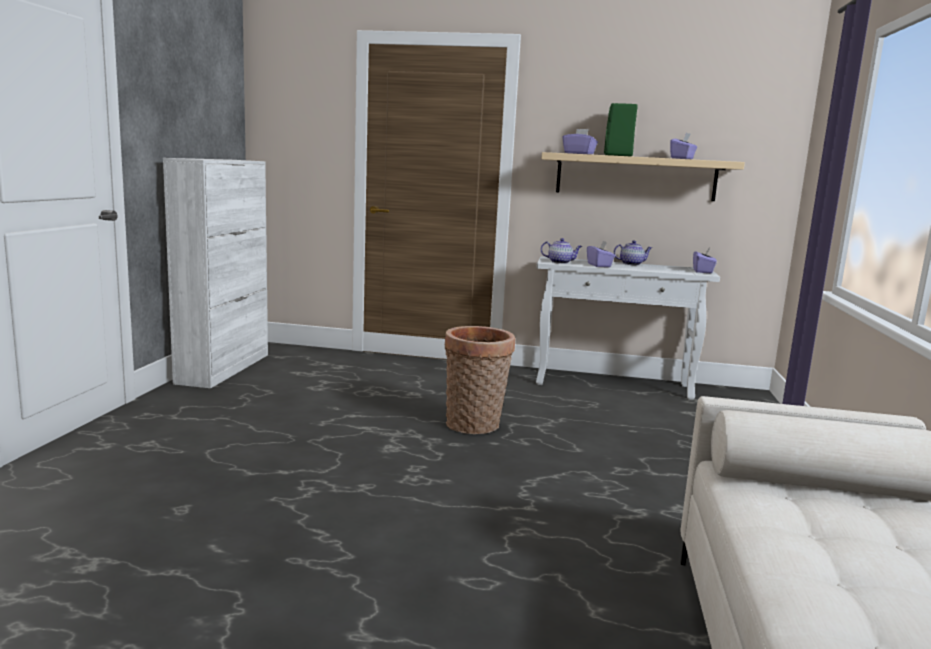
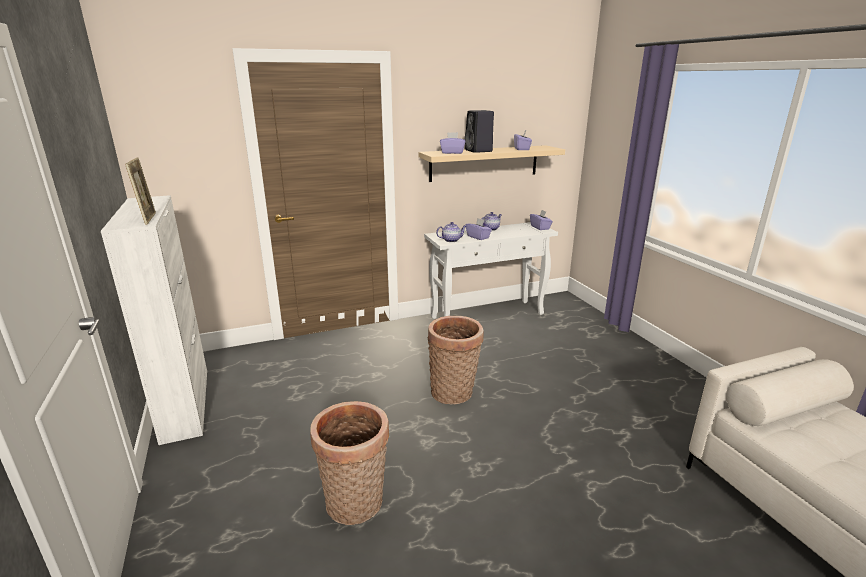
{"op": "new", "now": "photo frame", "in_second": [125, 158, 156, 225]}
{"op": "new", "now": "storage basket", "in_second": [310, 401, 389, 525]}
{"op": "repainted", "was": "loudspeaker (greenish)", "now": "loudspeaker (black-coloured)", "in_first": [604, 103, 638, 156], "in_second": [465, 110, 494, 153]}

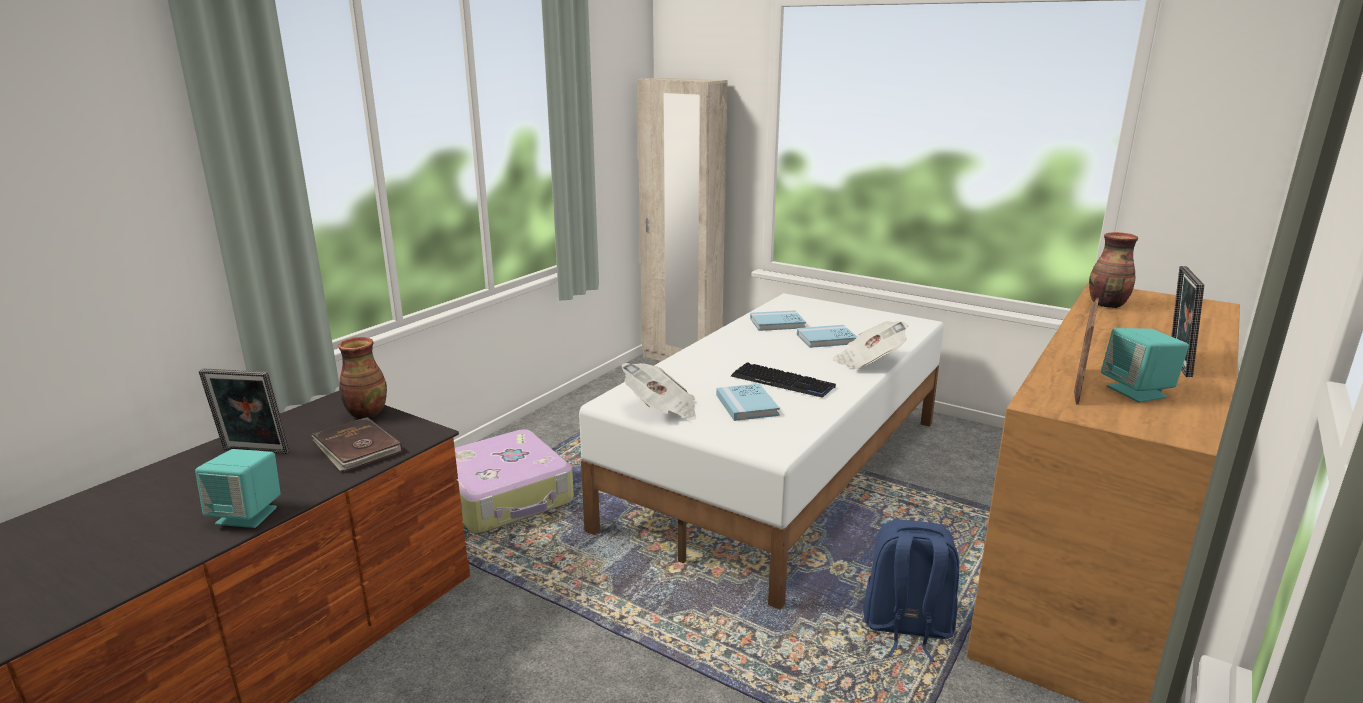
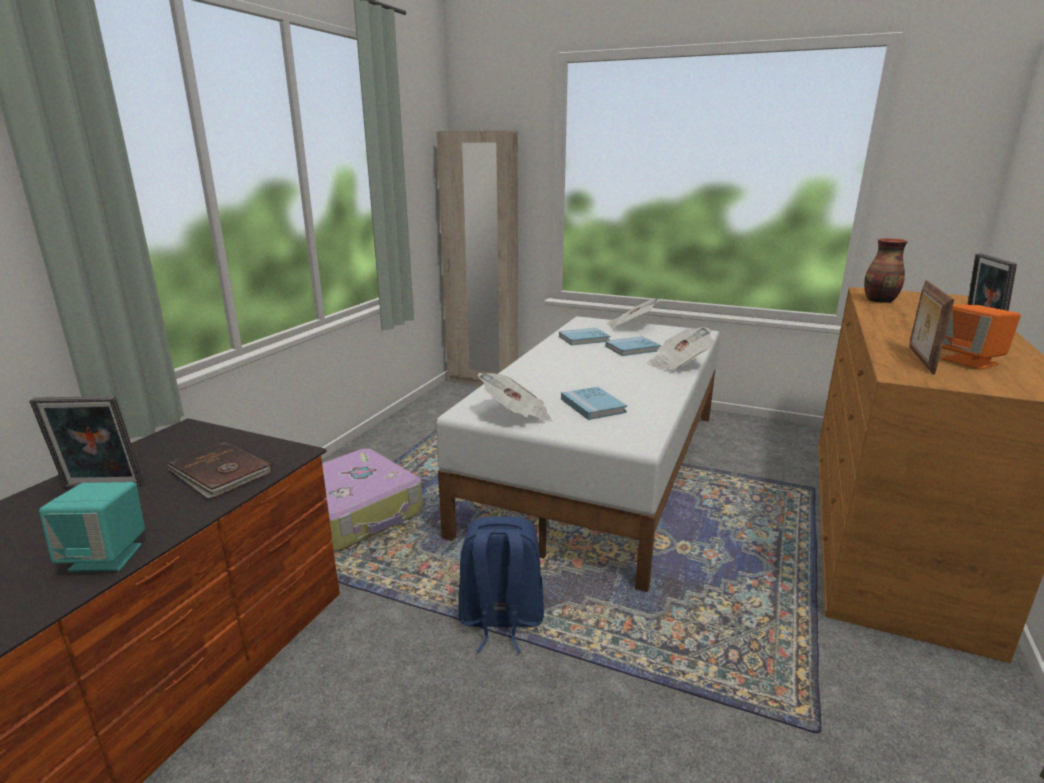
{"op": "gone", "was": "vase", "in_first": [338, 337, 387, 419]}
{"op": "gone", "was": "keyboard", "in_first": [731, 362, 836, 398]}
{"op": "new", "now": "daily paper", "in_second": [607, 299, 660, 328]}
{"op": "shifted", "was": "knapsack (blue-coloured)", "in_first": [863, 520, 959, 662], "in_second": [458, 516, 544, 653]}
{"op": "repainted", "was": "loudspeaker (turquoise-coloured)", "now": "loudspeaker (orangey)", "in_first": [1101, 328, 1189, 402], "in_second": [942, 304, 1021, 370]}

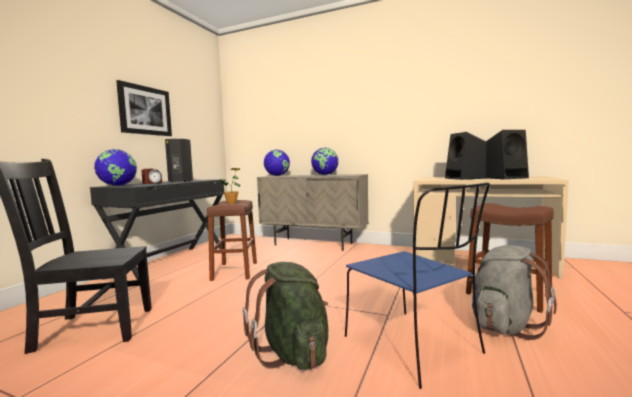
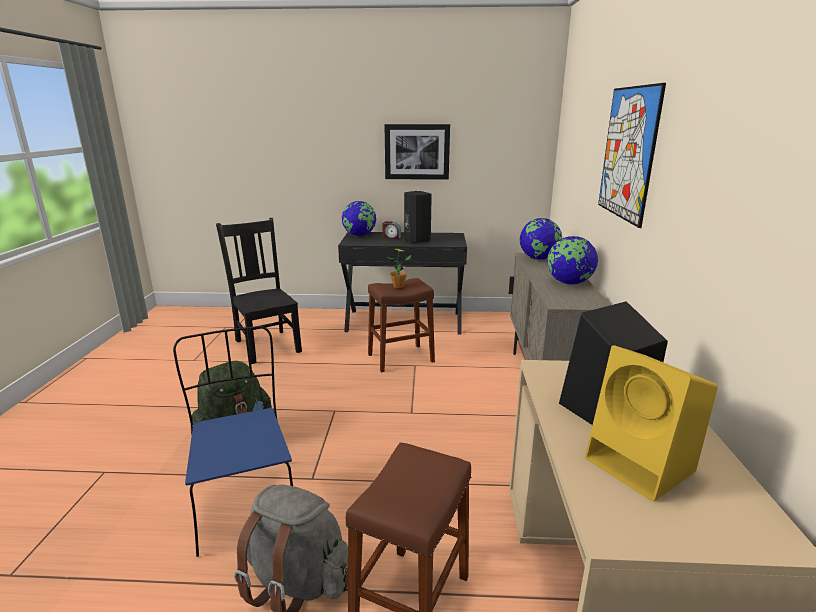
{"op": "new", "now": "wall art", "in_second": [598, 83, 666, 228]}
{"op": "repainted", "was": "loudspeaker (black-coloured)", "now": "loudspeaker (yellowish)", "in_first": [485, 130, 529, 179], "in_second": [585, 345, 718, 502]}
{"op": "rotated", "was": "plain chair (blue-coloured)", "in_first": [345, 183, 490, 389], "in_second": [173, 326, 293, 557], "clockwise": 120}

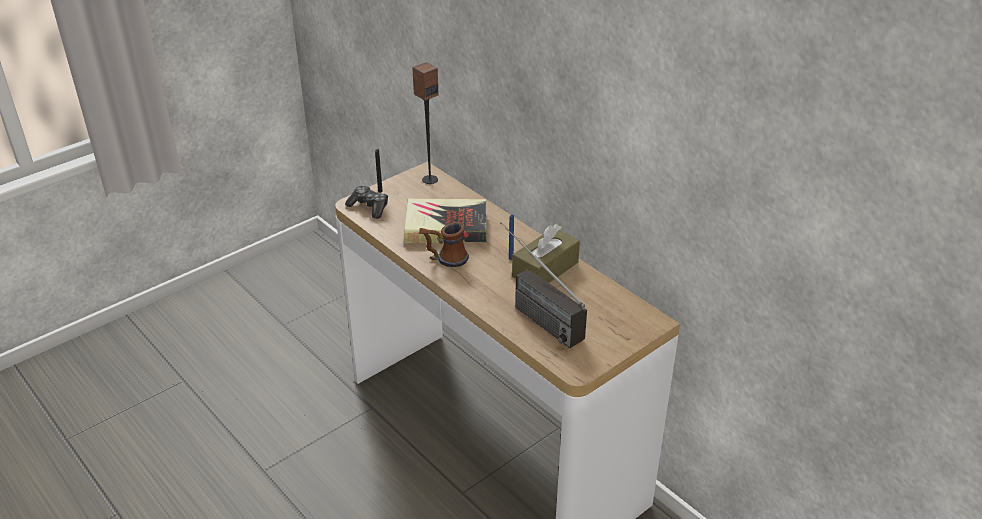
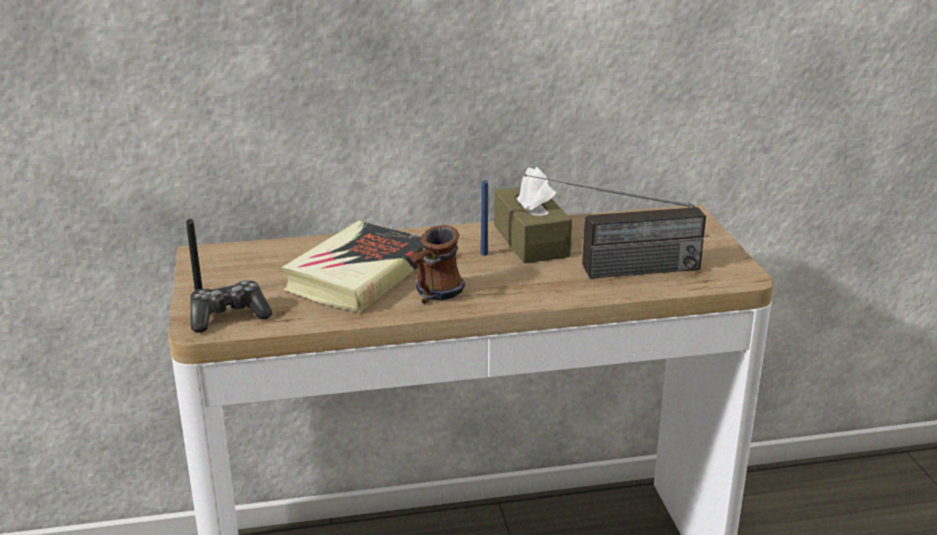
{"op": "gone", "was": "loudspeaker", "in_first": [412, 62, 439, 184]}

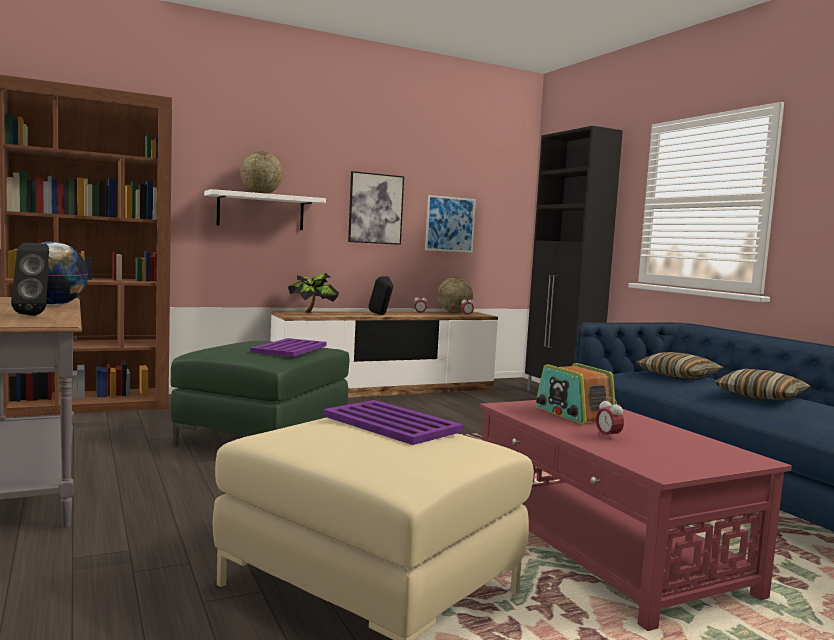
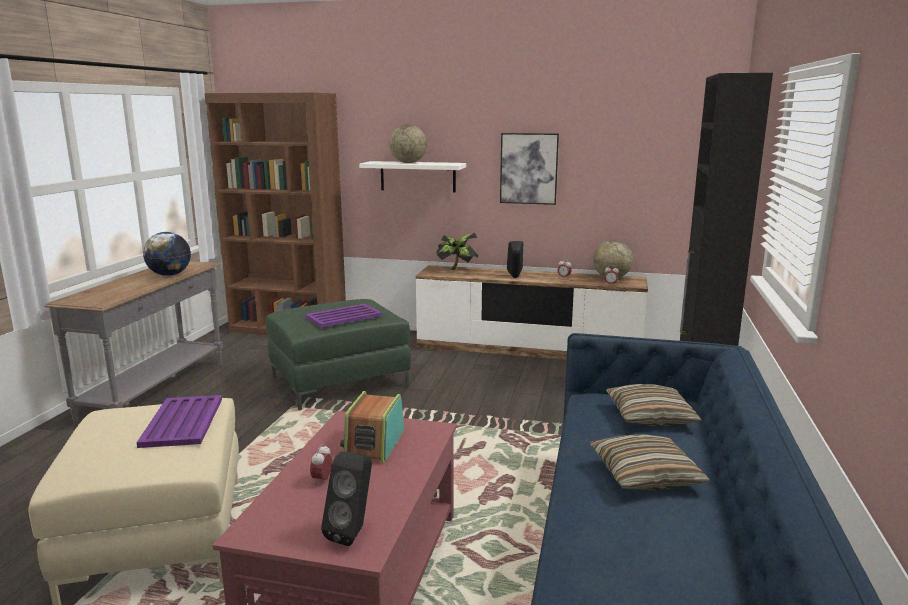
{"op": "gone", "was": "wall art", "in_first": [425, 195, 476, 253]}
{"op": "shifted", "was": "loudspeaker (black-coloured)", "in_first": [11, 243, 49, 316], "in_second": [321, 452, 372, 546]}

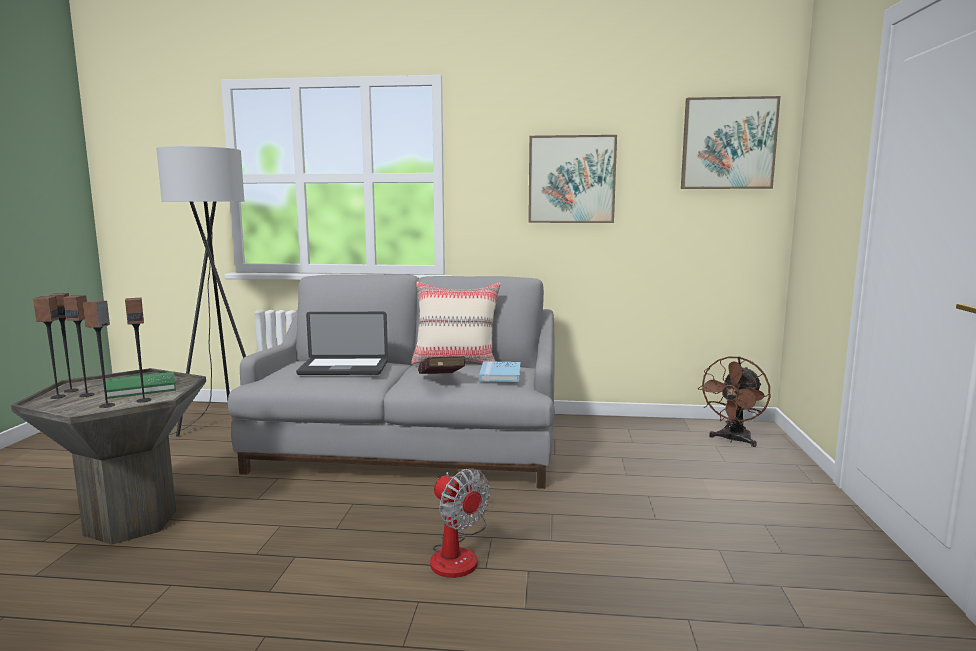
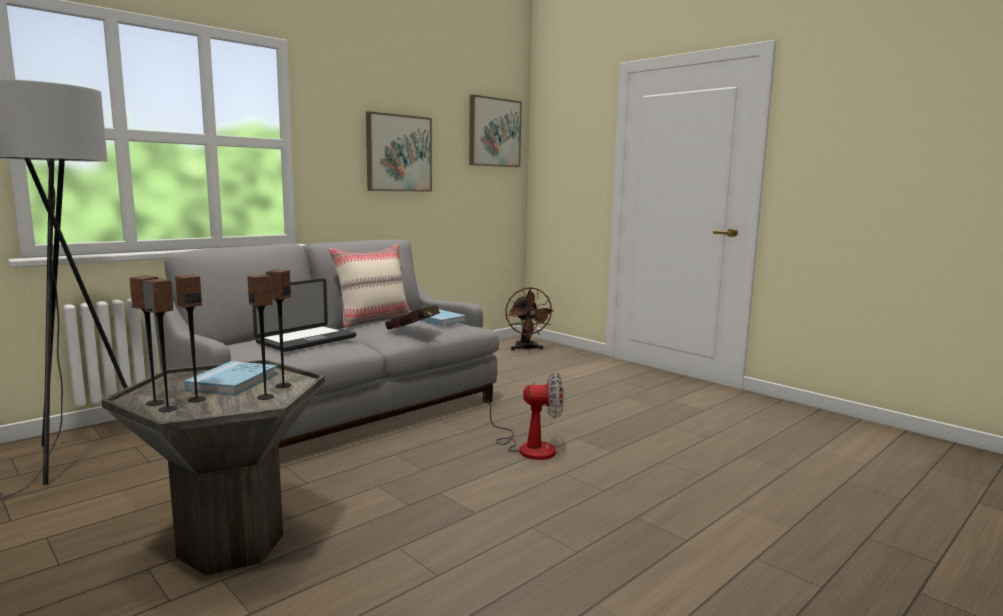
{"op": "repainted", "was": "volume (greenish)", "now": "volume (blue-coloured)", "in_first": [106, 372, 176, 399], "in_second": [184, 361, 278, 396]}

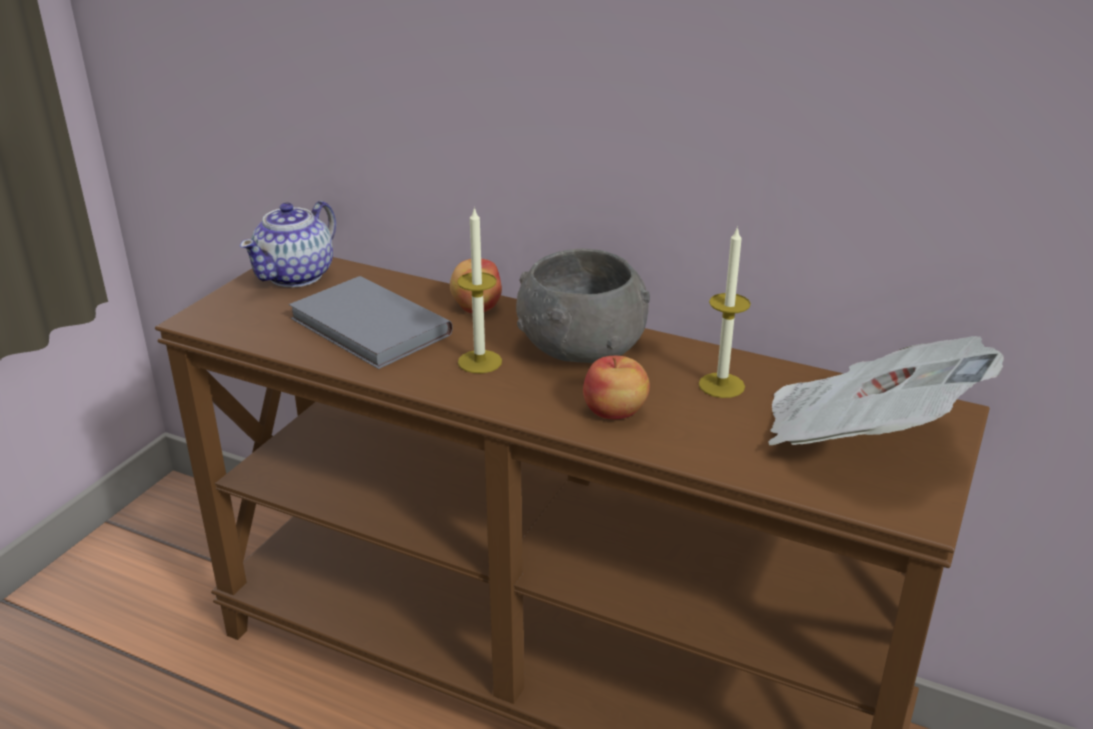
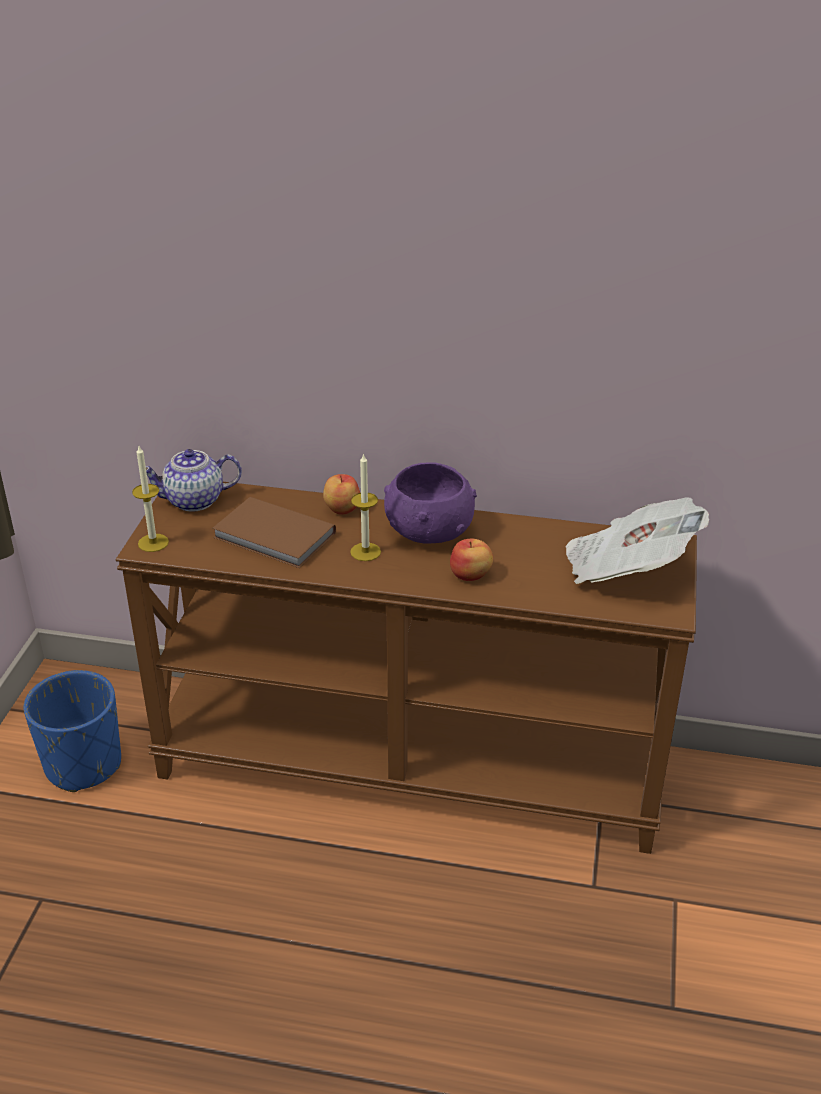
{"op": "new", "now": "plant pot (blue-coloured)", "in_second": [24, 670, 121, 792]}
{"op": "shifted", "was": "wax candle", "in_first": [699, 226, 751, 398], "in_second": [132, 446, 169, 552]}
{"op": "repainted", "was": "volume (grey)", "now": "volume (brown)", "in_first": [289, 276, 453, 369], "in_second": [212, 497, 336, 568]}
{"op": "repainted", "was": "deep dish (grey)", "now": "deep dish (purplish)", "in_first": [516, 249, 650, 363], "in_second": [384, 463, 477, 544]}
{"op": "rotated", "was": "pot for tea", "in_first": [240, 201, 336, 287], "in_second": [146, 449, 242, 512], "clockwise": 60}

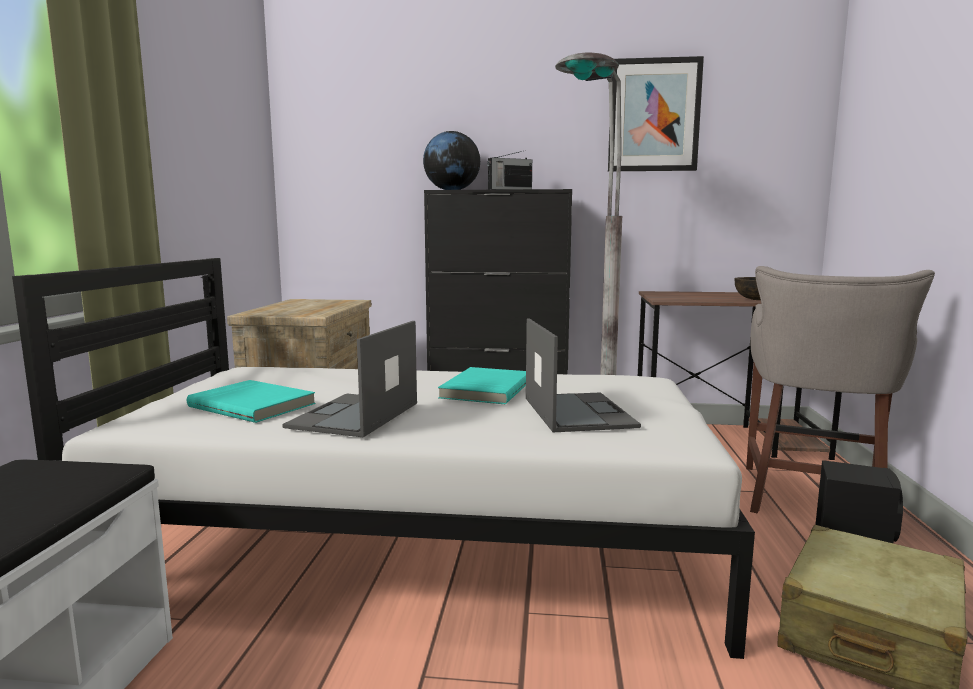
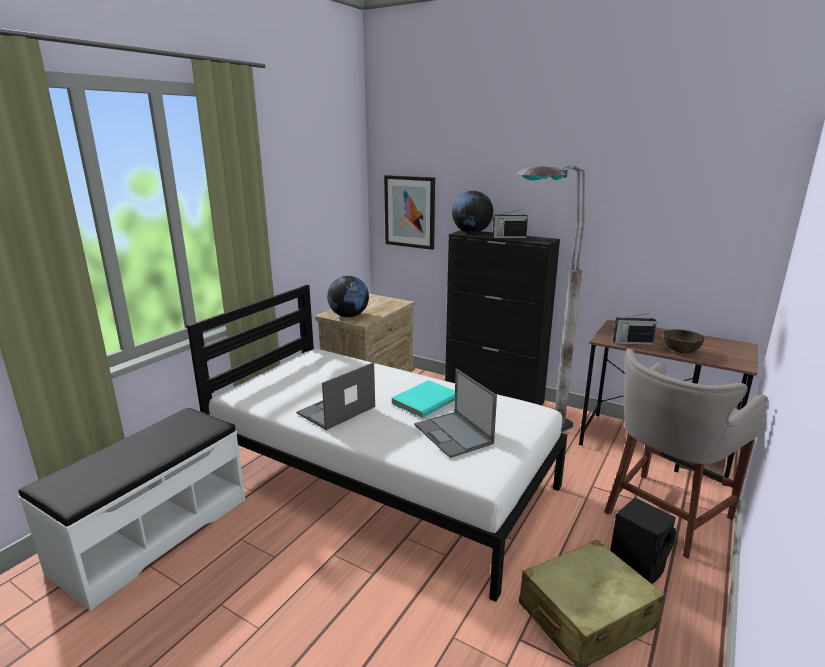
{"op": "gone", "was": "volume (turquoise-coloured)", "in_first": [187, 380, 316, 423]}
{"op": "new", "now": "globe", "in_second": [327, 276, 369, 317]}
{"op": "new", "now": "radio", "in_second": [613, 313, 657, 345]}
{"op": "shifted", "was": "wall art", "in_first": [608, 56, 704, 171], "in_second": [384, 175, 435, 250]}
{"op": "rotated", "was": "notebook computer", "in_first": [526, 318, 641, 432], "in_second": [414, 369, 497, 458], "clockwise": 135}

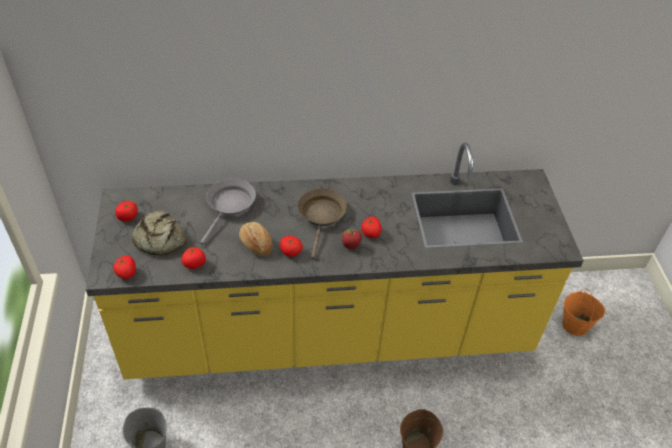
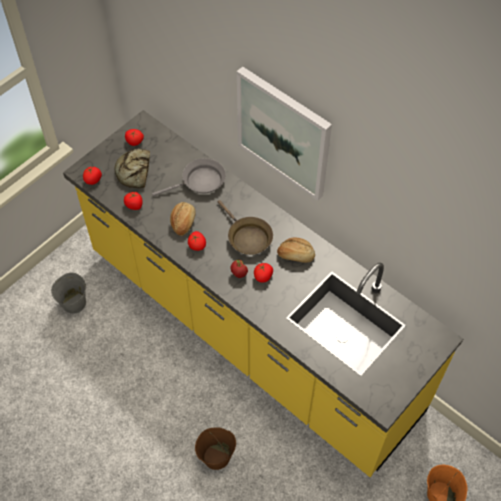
{"op": "new", "now": "wall art", "in_second": [237, 67, 332, 201]}
{"op": "new", "now": "bread", "in_second": [277, 237, 315, 263]}
{"op": "rotated", "was": "skillet (brown)", "in_first": [298, 188, 347, 259], "in_second": [218, 200, 273, 255], "clockwise": 90}

